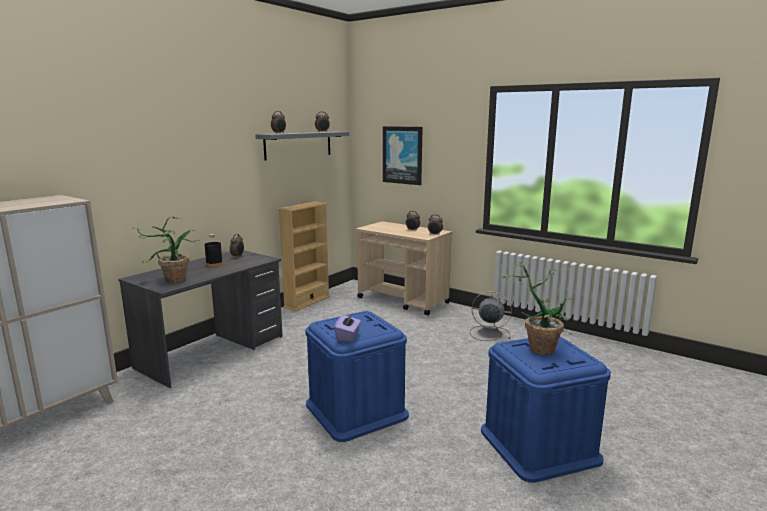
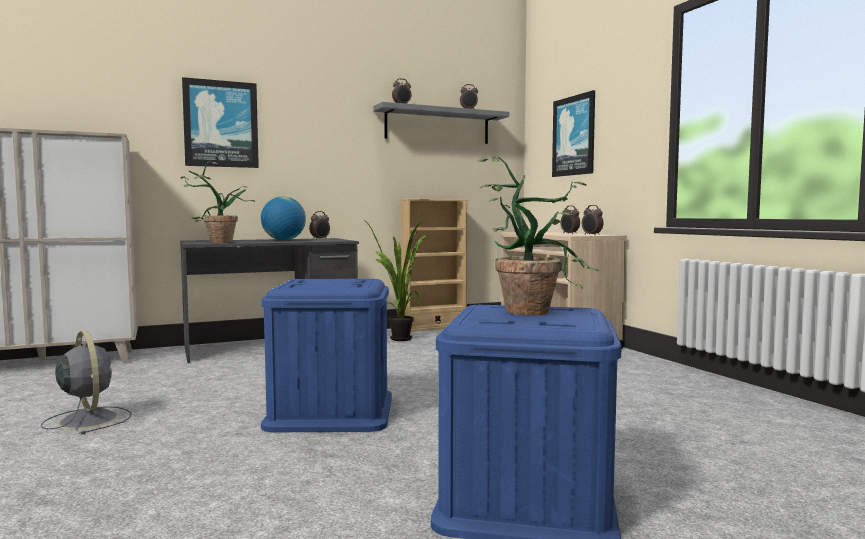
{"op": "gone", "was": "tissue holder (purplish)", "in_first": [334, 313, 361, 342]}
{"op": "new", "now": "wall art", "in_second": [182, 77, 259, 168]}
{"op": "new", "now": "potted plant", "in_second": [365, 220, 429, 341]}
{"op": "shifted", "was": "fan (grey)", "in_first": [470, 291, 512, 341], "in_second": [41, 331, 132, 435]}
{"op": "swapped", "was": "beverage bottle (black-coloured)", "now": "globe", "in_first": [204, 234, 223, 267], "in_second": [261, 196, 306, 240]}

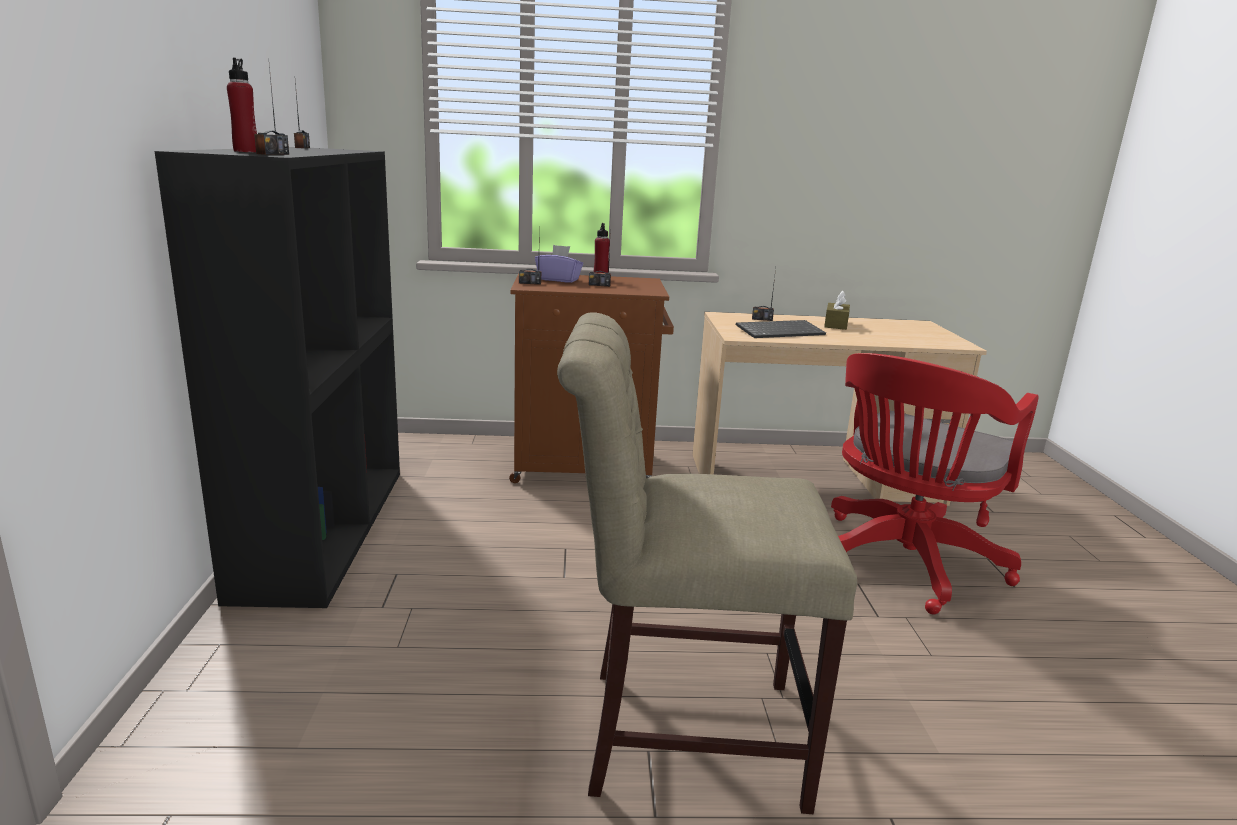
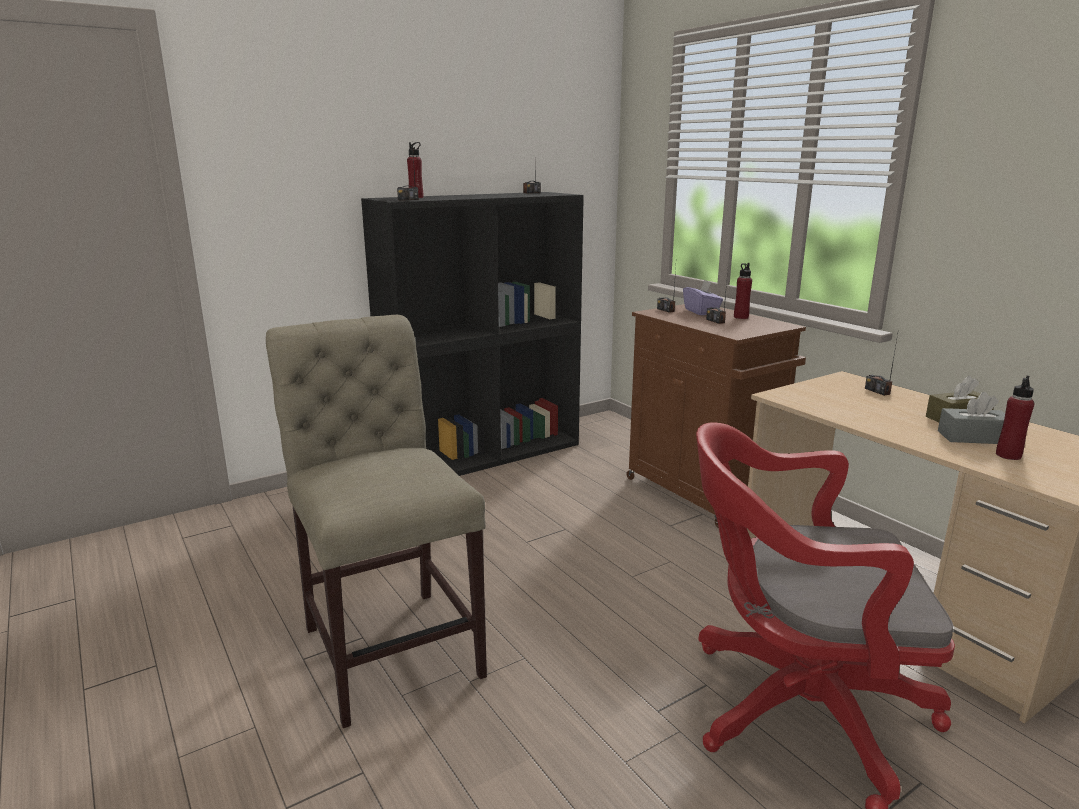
{"op": "gone", "was": "keyboard", "in_first": [736, 320, 826, 338]}
{"op": "new", "now": "tissue holder (grey)", "in_second": [938, 392, 1005, 444]}
{"op": "new", "now": "beverage bottle (red)", "in_second": [996, 376, 1035, 460]}

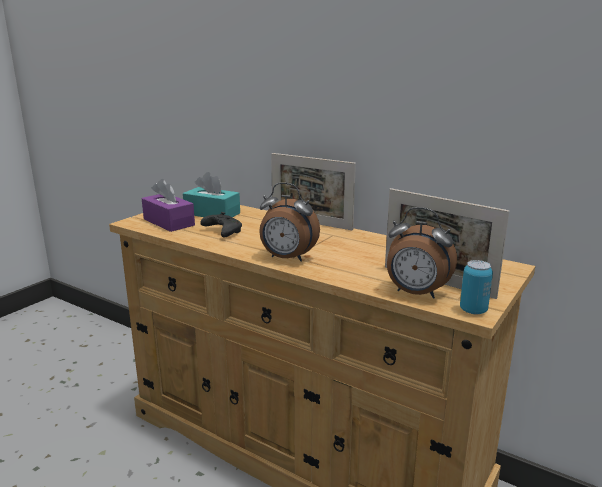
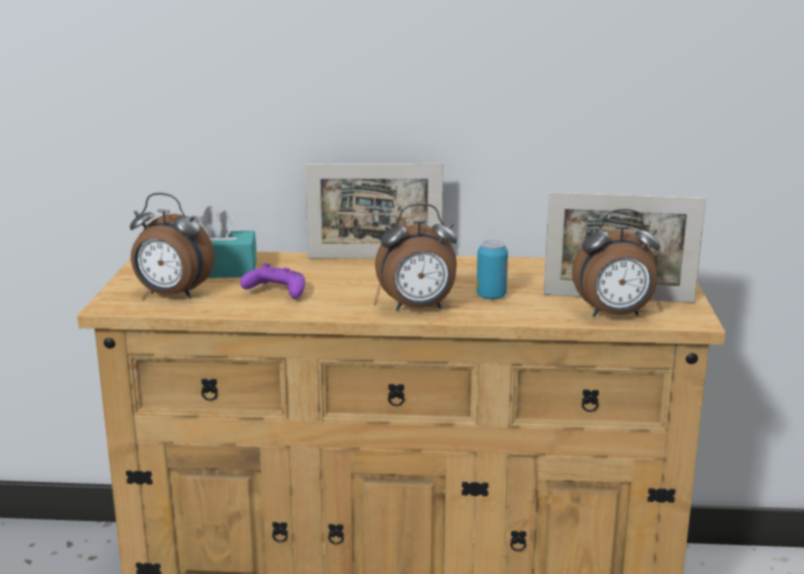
{"op": "shifted", "was": "metal can", "in_first": [460, 260, 493, 314], "in_second": [476, 240, 508, 300]}
{"op": "swapped", "was": "tissue holder (purplish)", "now": "alarm clock", "in_first": [142, 179, 195, 232], "in_second": [130, 193, 215, 298]}
{"op": "repainted", "was": "joypad (black-coloured)", "now": "joypad (purplish)", "in_first": [200, 212, 242, 237], "in_second": [240, 263, 305, 299]}

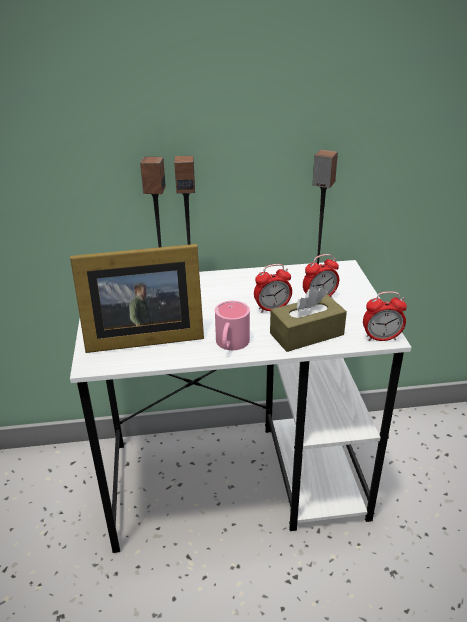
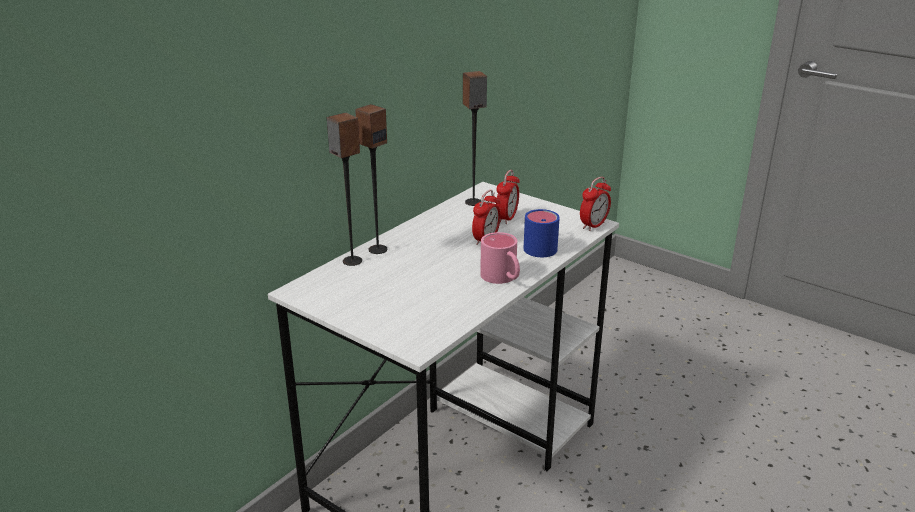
{"op": "gone", "was": "photo frame", "in_first": [70, 244, 204, 353]}
{"op": "swapped", "was": "tissue holder (brown)", "now": "coffee mug (blue-coloured)", "in_first": [270, 287, 347, 352], "in_second": [523, 209, 560, 257]}

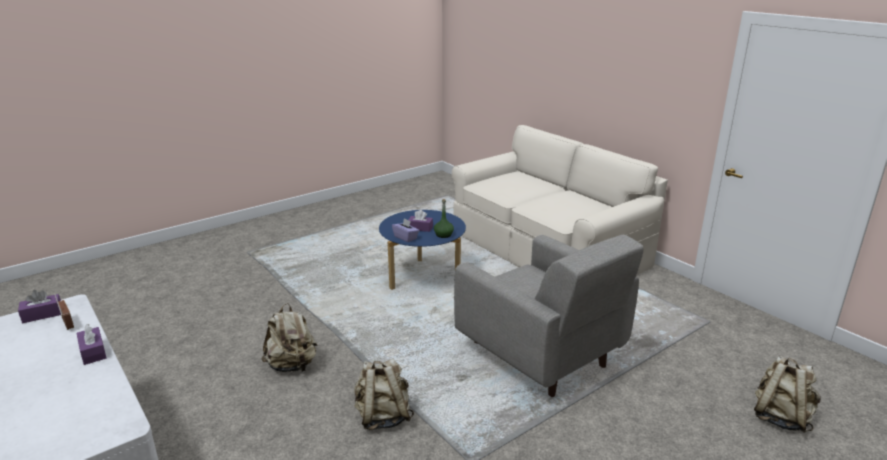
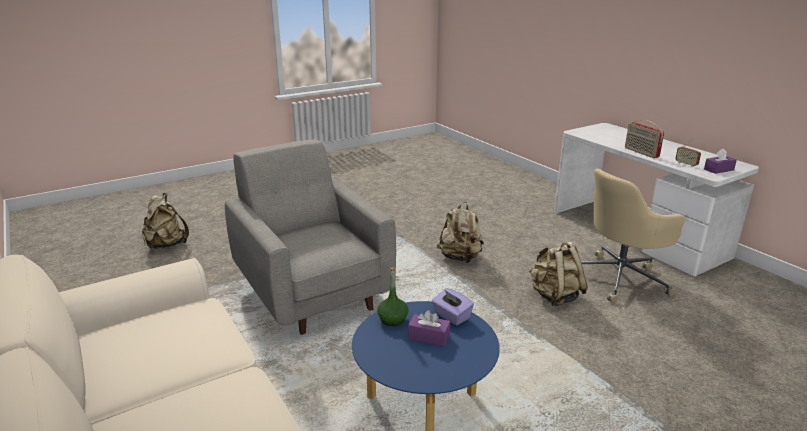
{"op": "new", "now": "computer chair (beige-coloured)", "in_second": [581, 168, 685, 303]}
{"op": "swapped", "was": "tissue holder (purplish)", "now": "radio", "in_first": [77, 324, 107, 365], "in_second": [625, 120, 664, 158]}

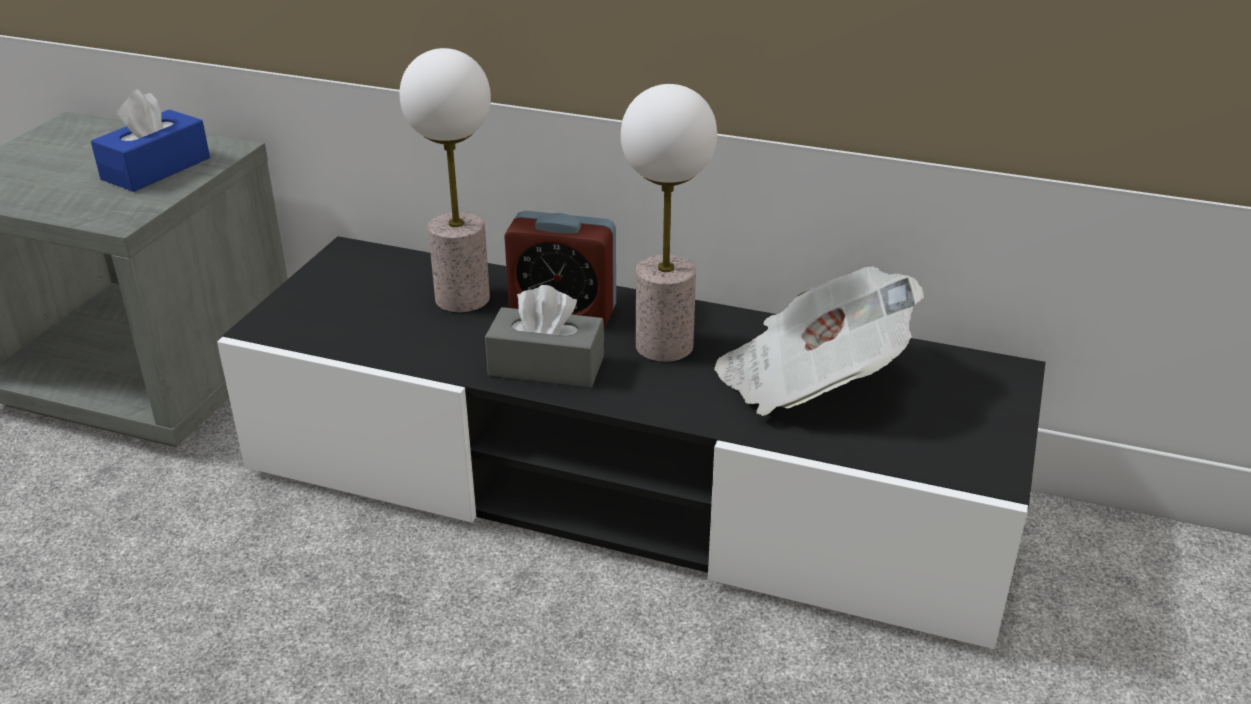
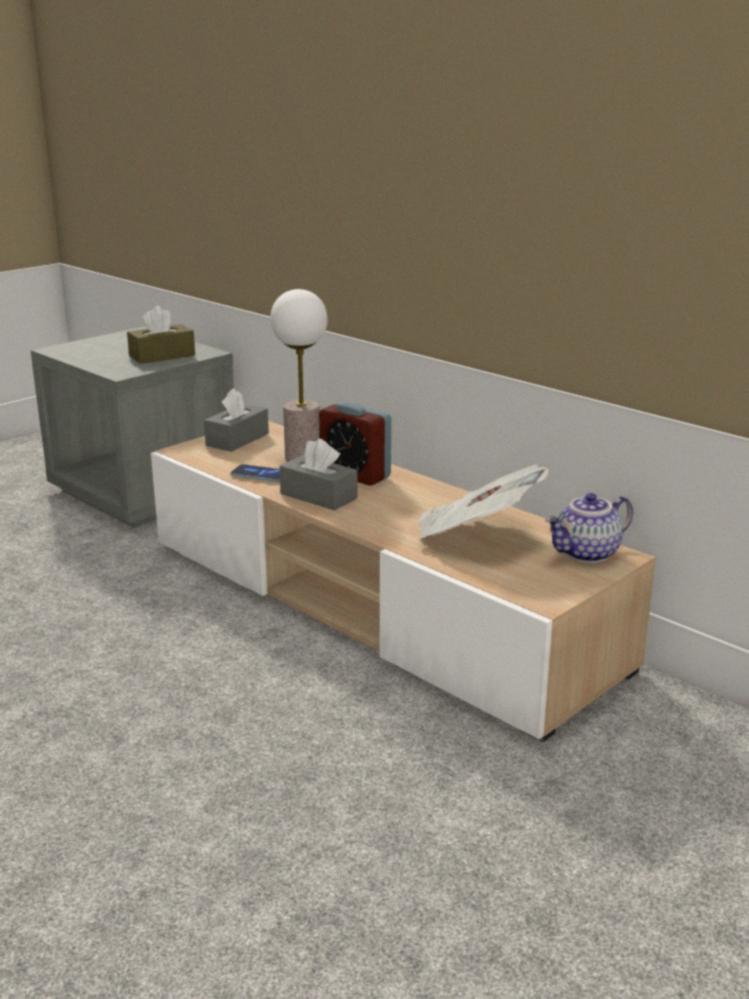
{"op": "gone", "was": "table lamp", "in_first": [621, 84, 717, 362]}
{"op": "new", "now": "tissue holder (grey)", "in_second": [204, 388, 269, 452]}
{"op": "new", "now": "telephone", "in_second": [231, 464, 280, 482]}
{"op": "new", "now": "pot for tea", "in_second": [545, 493, 633, 563]}
{"op": "repainted", "was": "tissue holder (blue-coloured)", "now": "tissue holder (brown)", "in_first": [91, 89, 210, 192], "in_second": [127, 306, 195, 364]}
{"op": "repainted", "was": "tv stand (black-coloured)", "now": "tv stand (beige-coloured)", "in_first": [217, 236, 1046, 649], "in_second": [151, 421, 656, 742]}

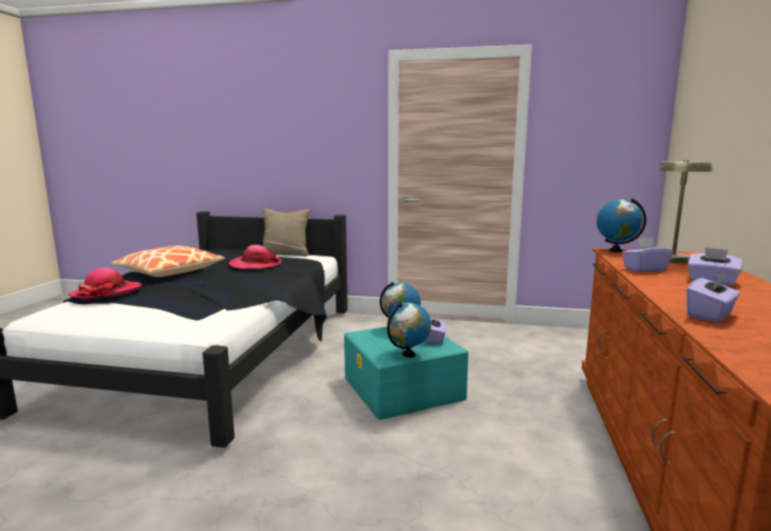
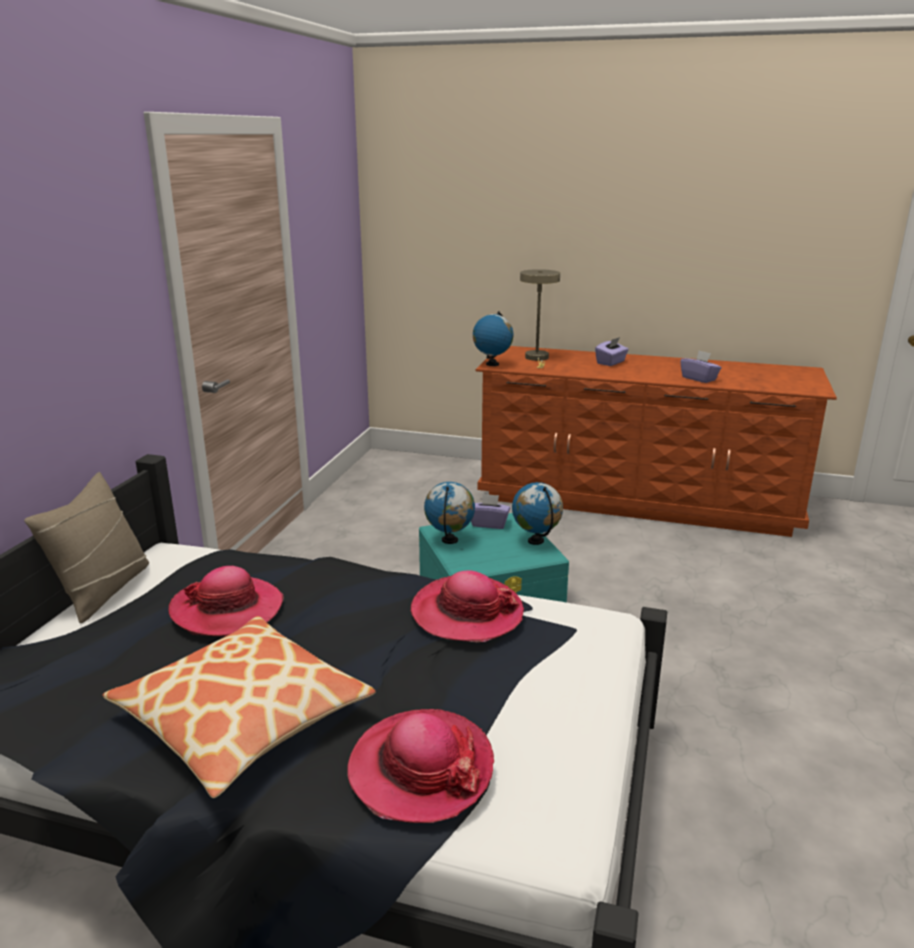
{"op": "gone", "was": "tissue holder (purplish)", "in_first": [622, 238, 673, 272]}
{"op": "new", "now": "clothing hat", "in_second": [411, 570, 524, 642]}

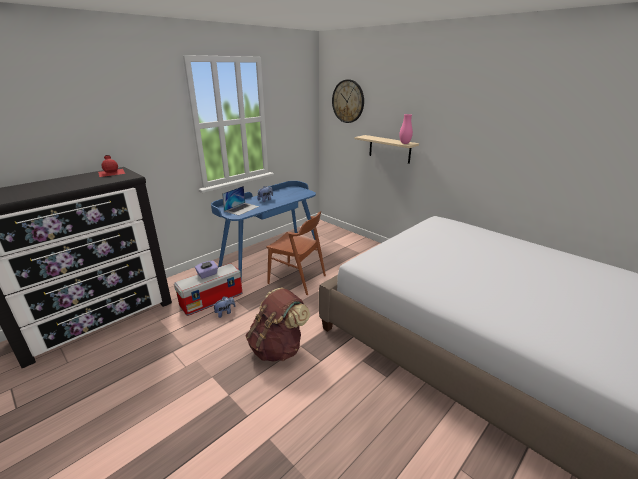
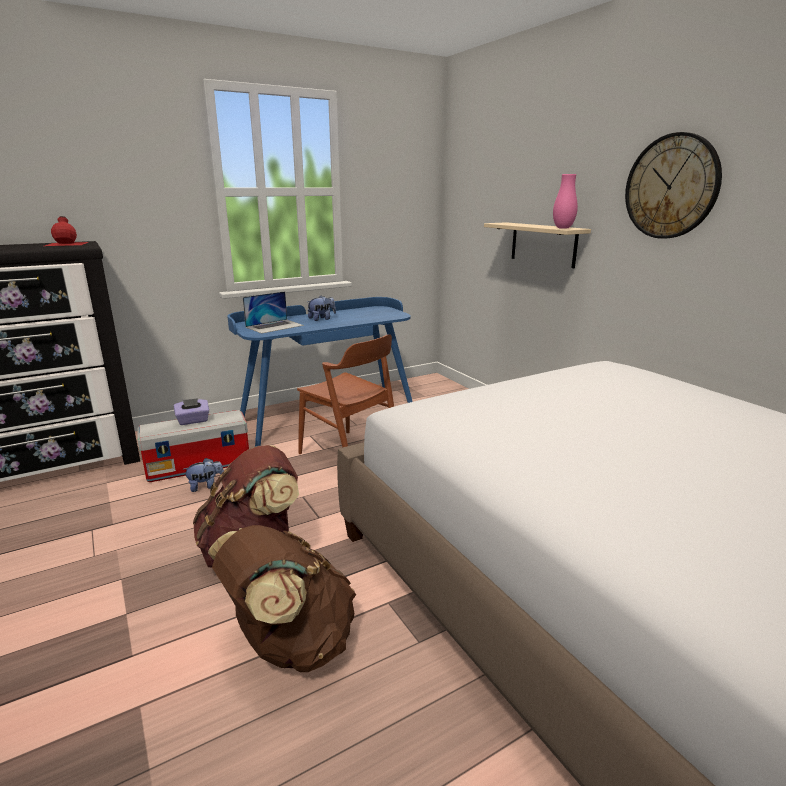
{"op": "new", "now": "knapsack (brown)", "in_second": [208, 525, 356, 672]}
{"op": "shifted", "was": "wall clock", "in_first": [332, 79, 364, 123], "in_second": [625, 132, 722, 239]}

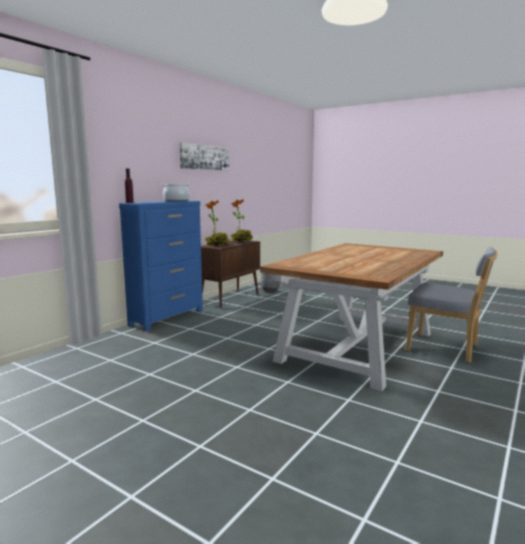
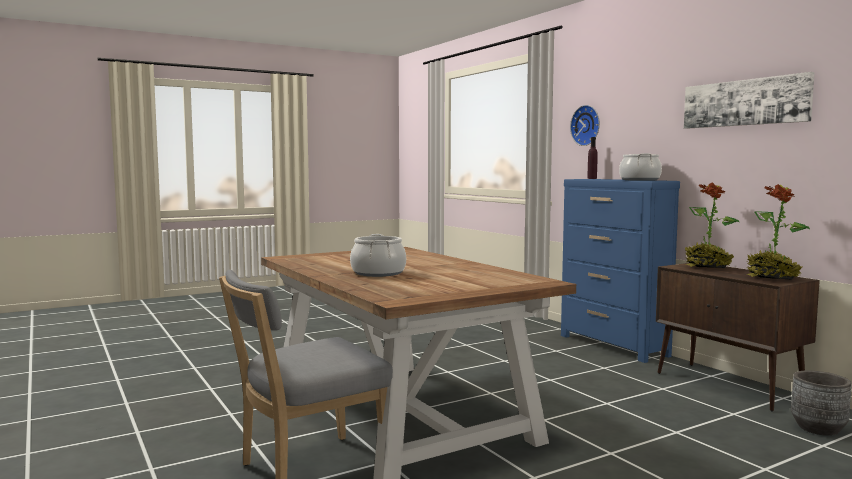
{"op": "new", "now": "saucepot", "in_second": [350, 234, 406, 277]}
{"op": "new", "now": "wall clock", "in_second": [570, 105, 600, 146]}

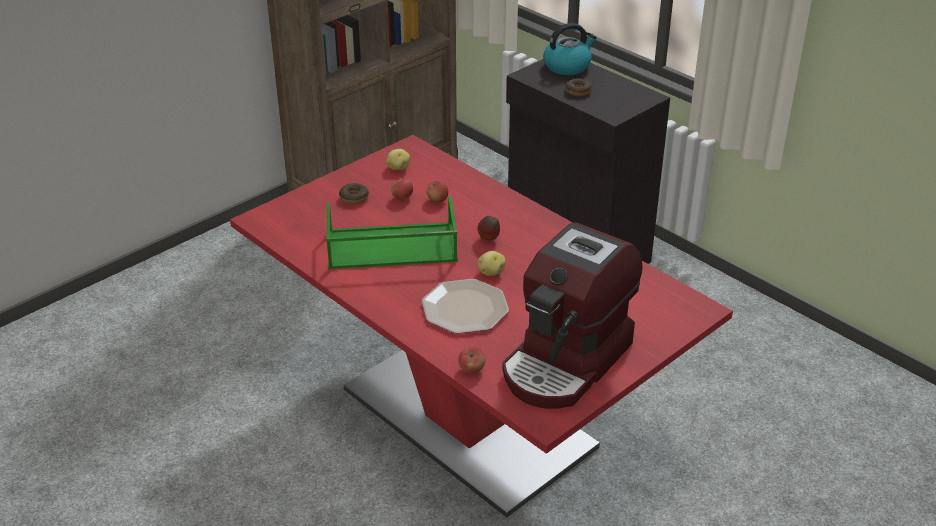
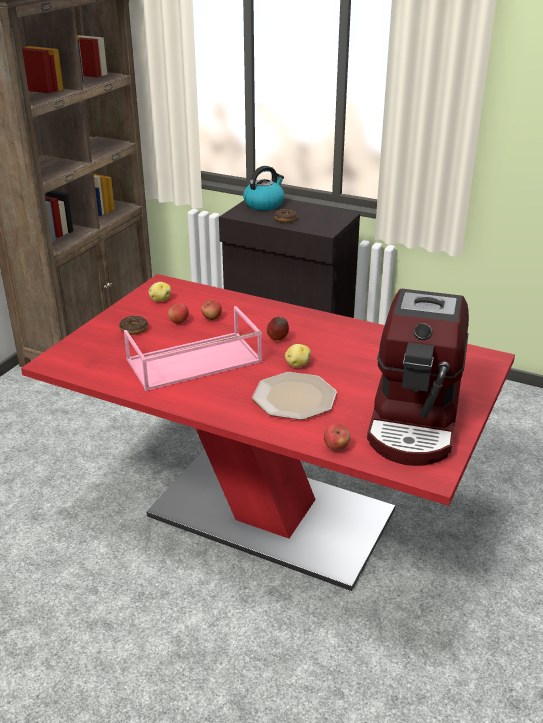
{"op": "repainted", "was": "tray (greenish)", "now": "tray (pinkish)", "in_first": [326, 196, 458, 269], "in_second": [124, 306, 262, 391]}

